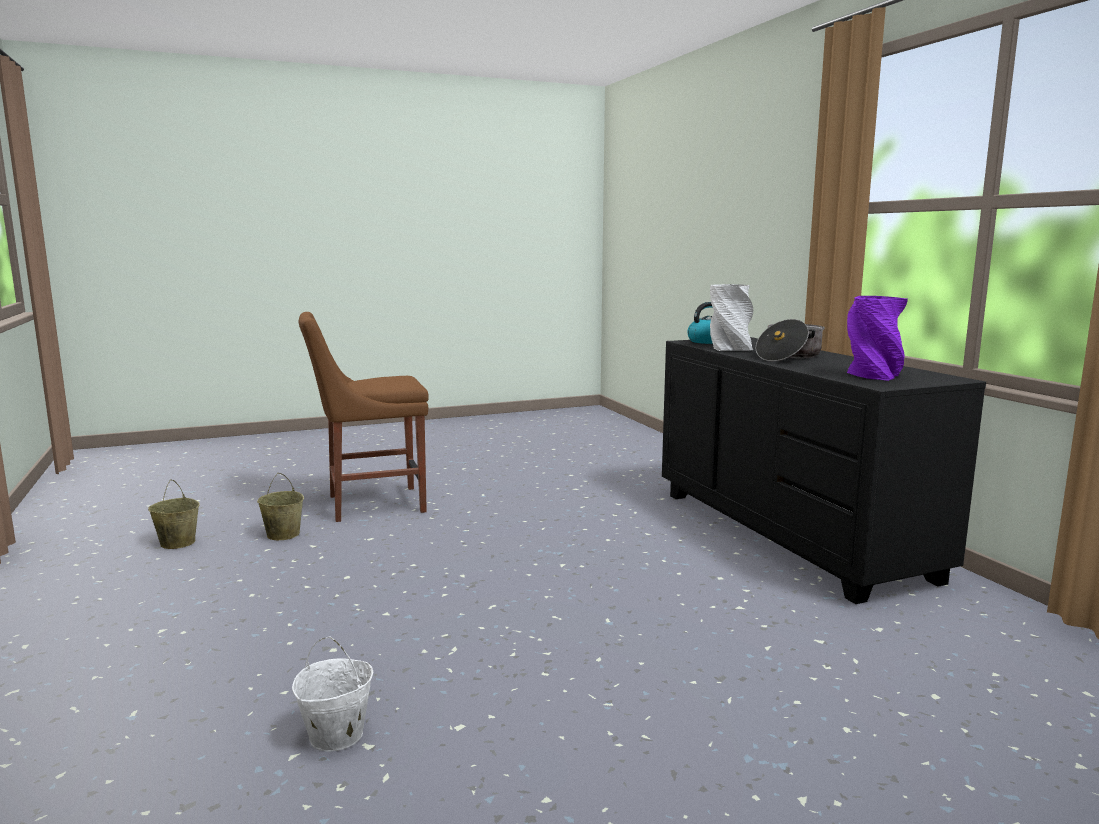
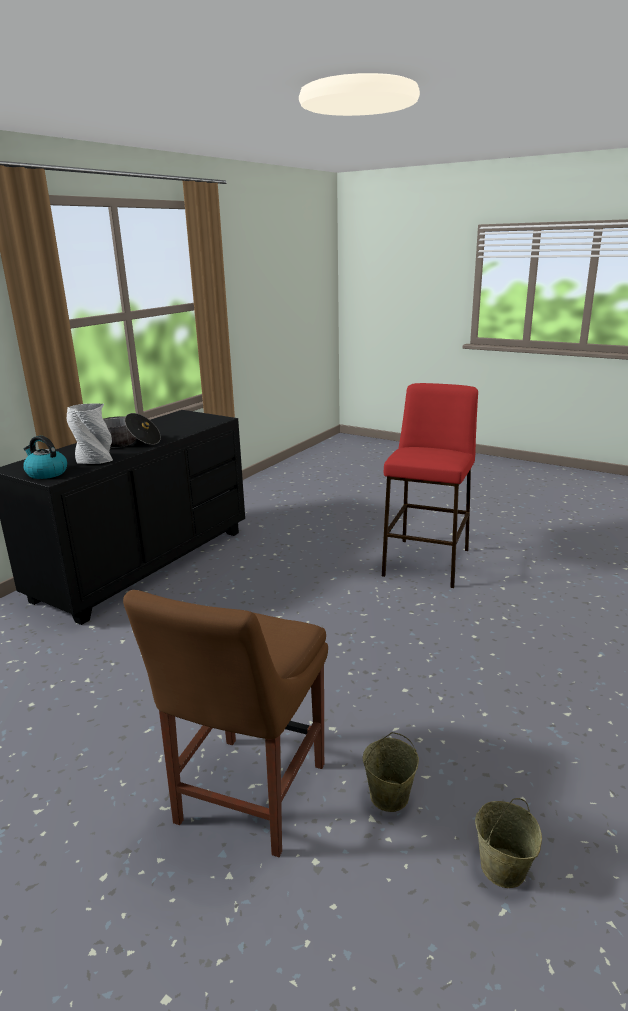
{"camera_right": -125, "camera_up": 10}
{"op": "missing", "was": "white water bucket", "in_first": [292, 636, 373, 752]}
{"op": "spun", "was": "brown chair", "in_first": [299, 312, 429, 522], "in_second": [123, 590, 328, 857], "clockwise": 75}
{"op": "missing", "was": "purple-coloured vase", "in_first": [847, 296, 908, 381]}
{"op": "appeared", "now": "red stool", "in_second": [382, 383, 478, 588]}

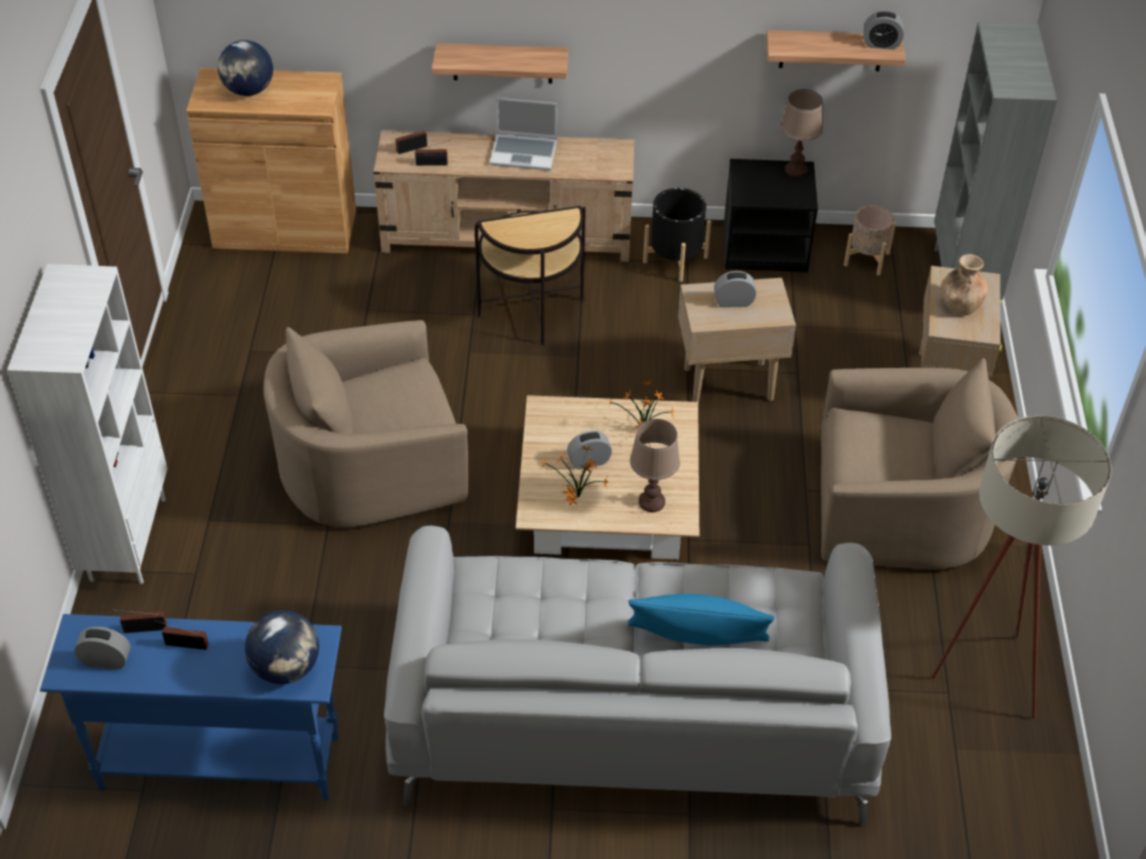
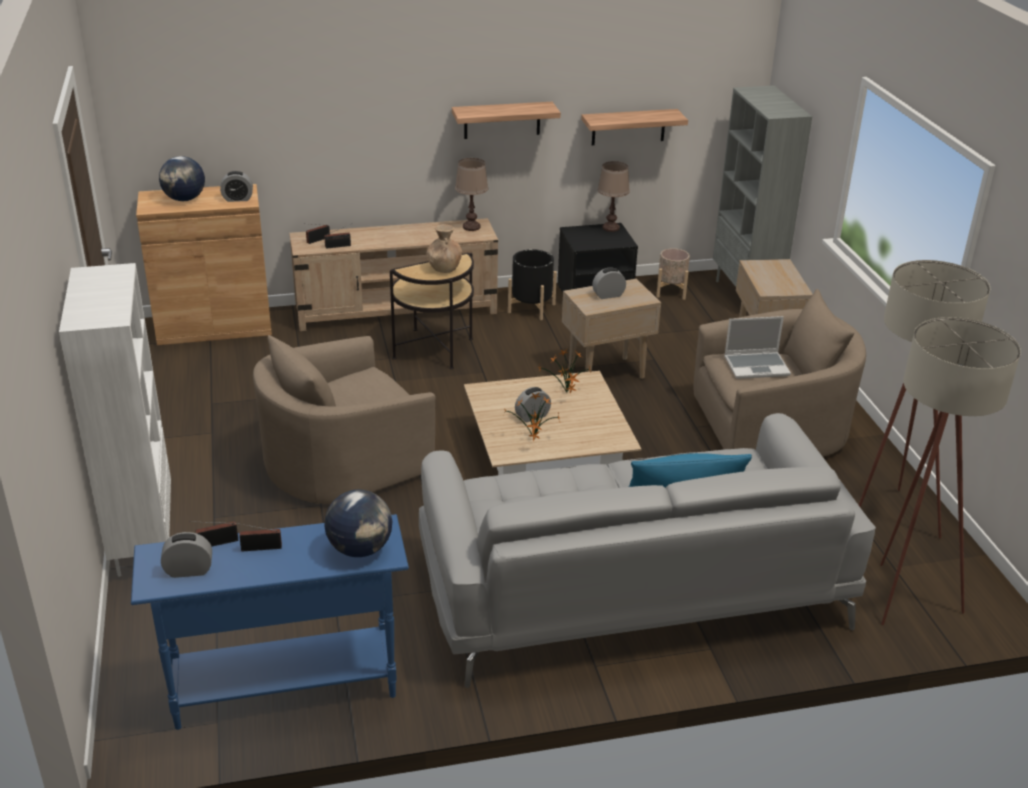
{"camera_right": -15, "camera_up": -15}
{"op": "relocated", "was": "bracket shelf", "in_first": [432, 43, 568, 84], "in_second": [452, 102, 561, 139]}
{"op": "relocated", "was": "notebook computer", "in_first": [490, 98, 557, 170], "in_second": [724, 316, 791, 379]}
{"op": "relocated", "was": "brown tabletop lamp", "in_first": [630, 419, 680, 512], "in_second": [455, 158, 488, 231]}
{"op": "relocated", "was": "table clock", "in_first": [864, 11, 904, 50], "in_second": [220, 171, 253, 202]}
{"op": "relocated", "was": "brown vase", "in_first": [941, 254, 988, 315], "in_second": [426, 224, 462, 273]}
{"op": "appeared", "now": "beige-coloured standing lamp", "in_second": [880, 317, 1021, 625]}

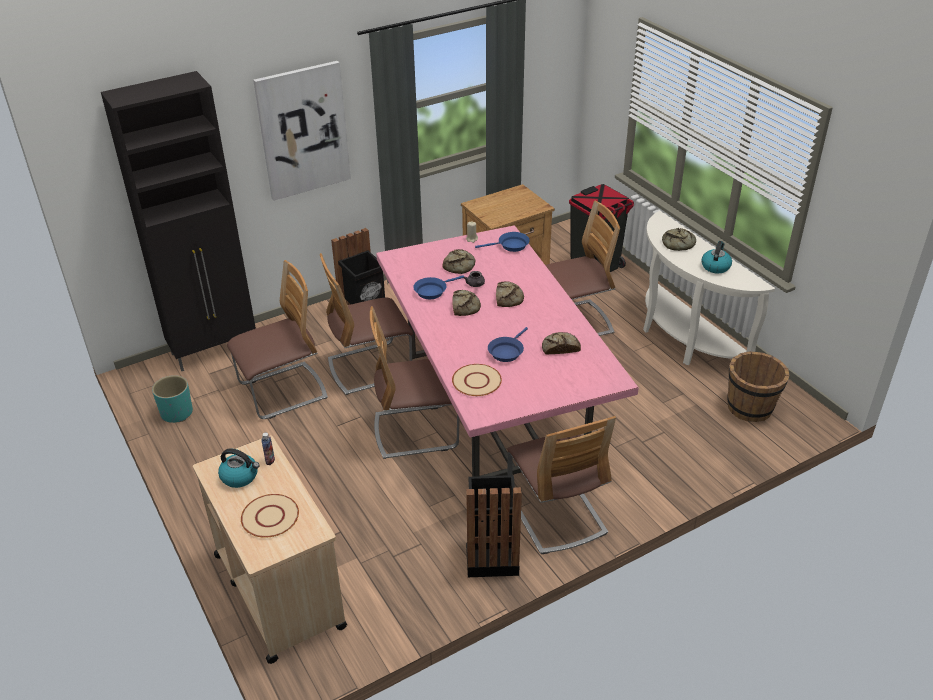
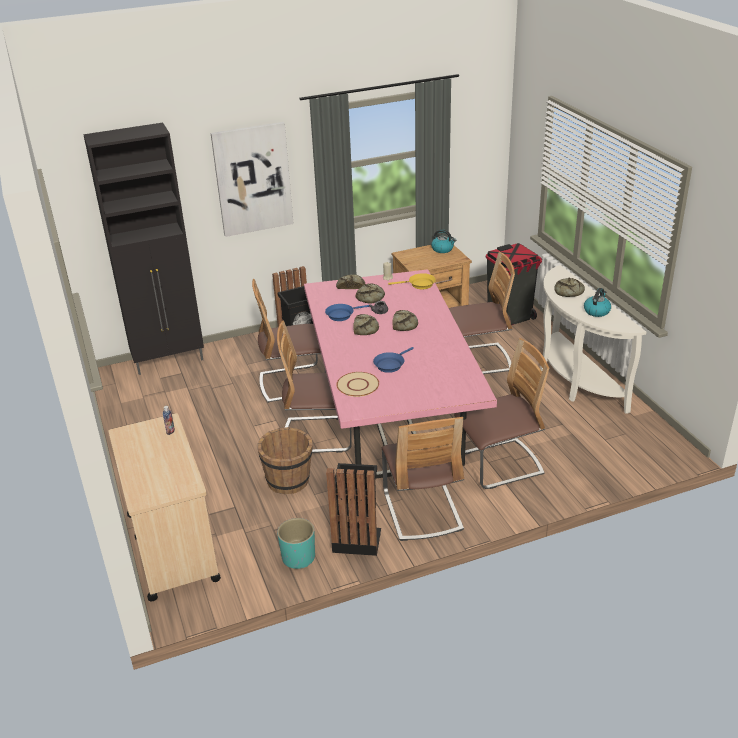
{"camera_right": 10, "camera_up": -5}
{"op": "relocated", "was": "turquoise flower pot", "in_first": [152, 375, 193, 423], "in_second": [277, 518, 315, 569]}
{"op": "relocated", "was": "tea kettle", "in_first": [218, 449, 260, 488], "in_second": [431, 229, 456, 253]}
{"op": "relocated", "was": "chair", "in_first": [227, 260, 328, 419], "in_second": [454, 338, 549, 489]}
{"op": "missing", "was": "beige-coloured plate", "in_first": [241, 494, 299, 538]}
{"op": "colour", "was": "blue-coloured pan", "now": "yellow-coloured pan", "in_first": [475, 232, 530, 252], "in_second": [388, 273, 436, 289]}
{"op": "relocated", "was": "baked bread", "in_first": [542, 332, 581, 355], "in_second": [336, 274, 365, 289]}
{"op": "relocated", "was": "brown water bucket", "in_first": [727, 351, 790, 422], "in_second": [258, 427, 313, 494]}

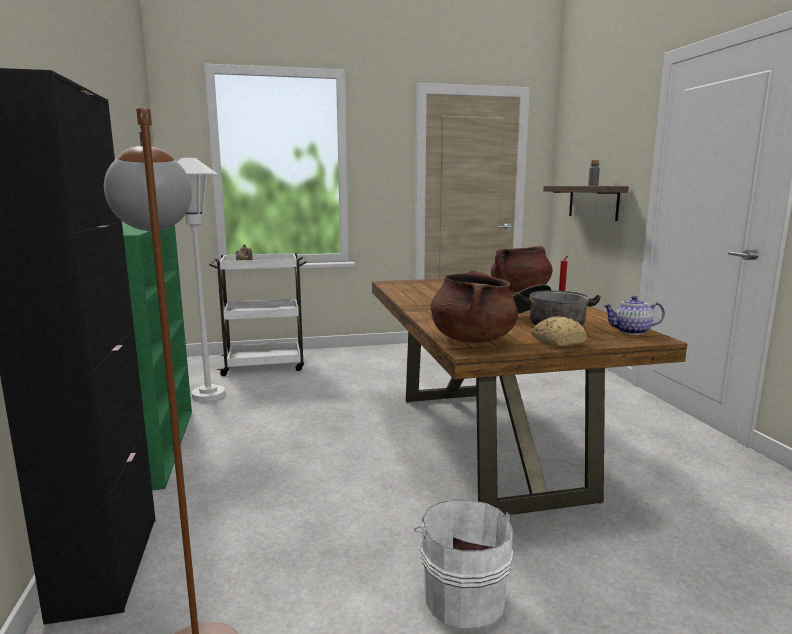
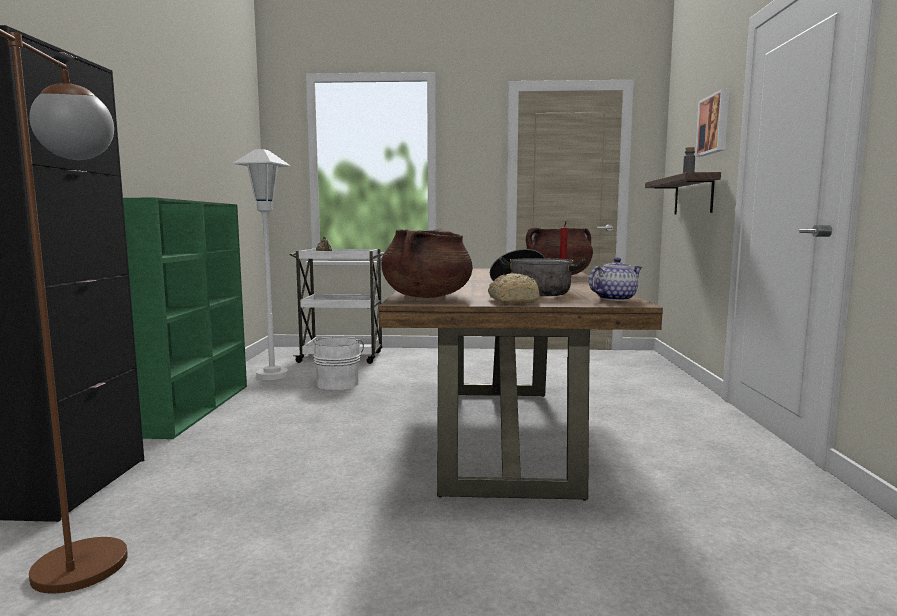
{"camera_right": 15, "camera_up": -5}
{"op": "relocated", "was": "white water bucket", "in_first": [414, 499, 513, 628], "in_second": [313, 337, 364, 390]}
{"op": "spun", "was": "pot for tea", "in_first": [603, 296, 665, 335], "in_second": [589, 257, 642, 301], "clockwise": 135}
{"op": "appeared", "now": "wall picture", "in_second": [695, 89, 729, 157]}

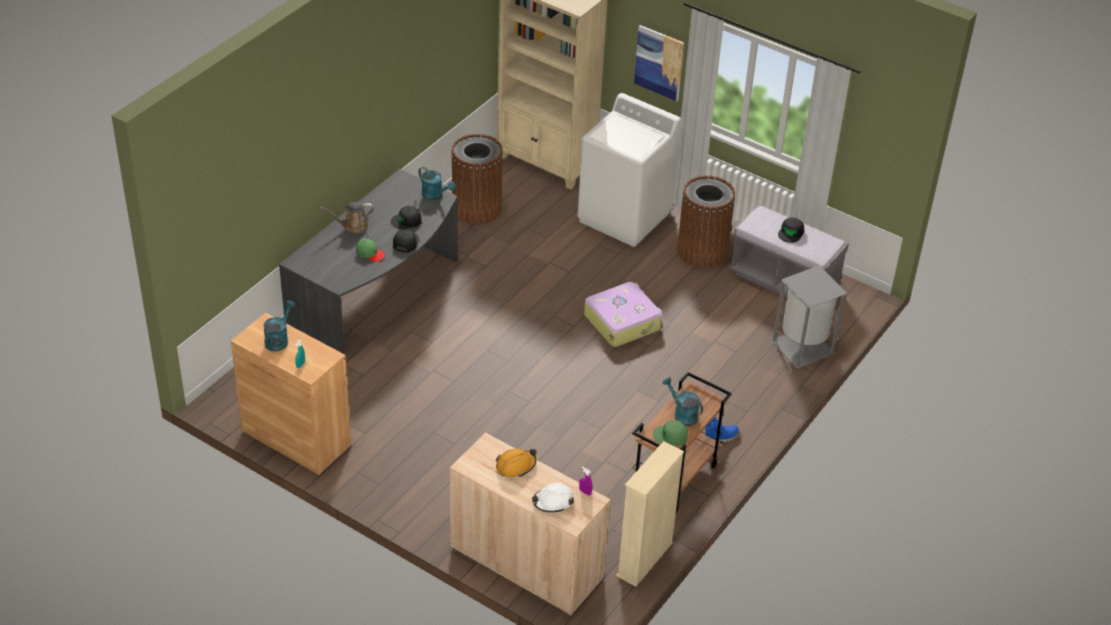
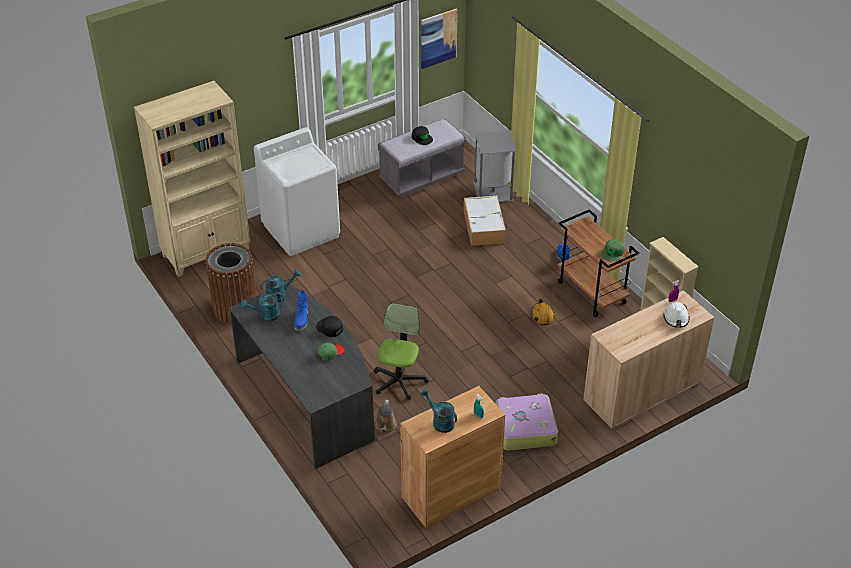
{"camera_right": -65, "camera_up": 0}
{"op": "relocated", "was": "brown watering pot", "in_first": [320, 202, 374, 234], "in_second": [375, 400, 397, 433]}
{"op": "exchanged", "was": "black peaked cap", "now": "blue-coloured boot", "in_first": [391, 206, 422, 229], "in_second": [294, 290, 308, 331]}
{"op": "relocated", "was": "orange work helmet", "in_first": [496, 449, 537, 477], "in_second": [531, 299, 554, 325]}
{"op": "relocated", "was": "suitcase", "in_first": [584, 282, 662, 347], "in_second": [496, 393, 558, 451]}
{"op": "relocated", "was": "wall picture", "in_first": [634, 25, 684, 101], "in_second": [421, 9, 458, 69]}
{"op": "relocated", "was": "turquoise watering pot", "in_first": [662, 377, 703, 426], "in_second": [241, 292, 284, 321]}
{"op": "missing", "was": "brown rubbish bin", "in_first": [677, 175, 735, 268]}
{"op": "appeared", "now": "computer chair", "in_second": [374, 303, 429, 400]}
{"op": "appeared", "now": "storage container", "in_second": [464, 196, 506, 246]}

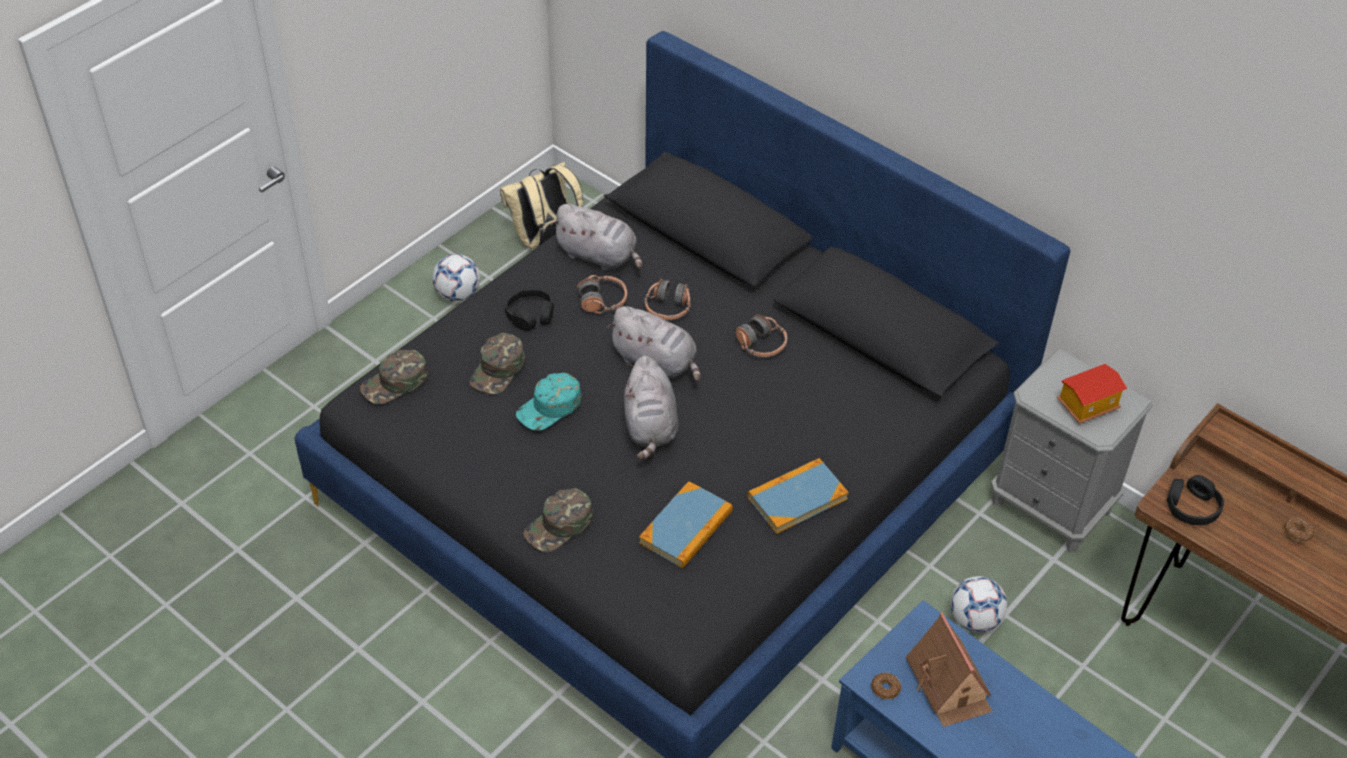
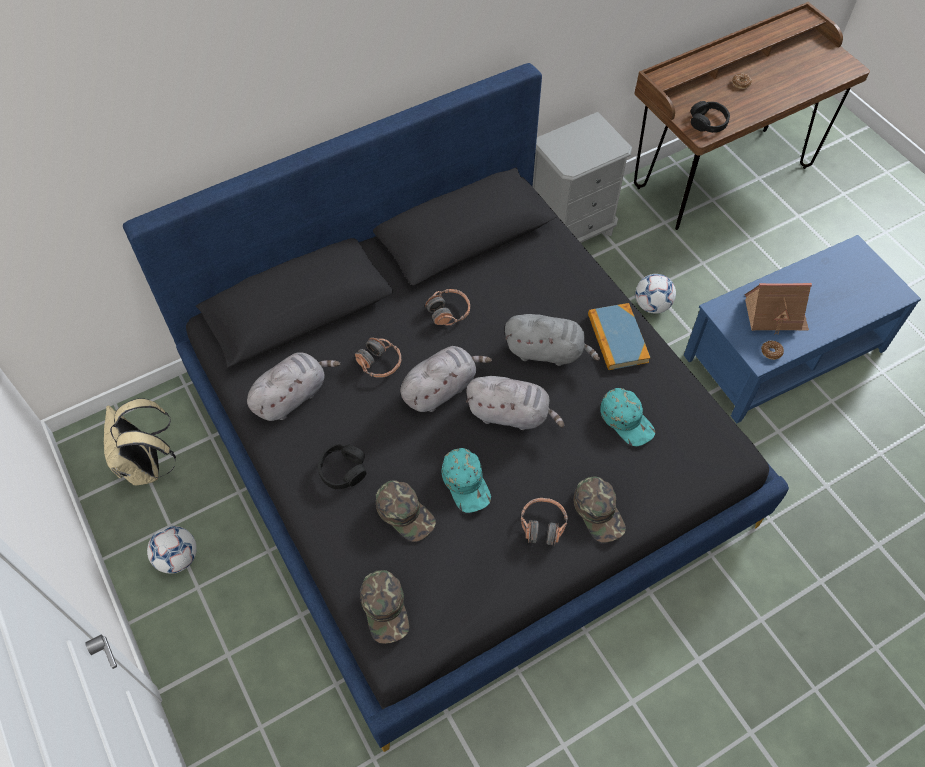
{"camera_right": -70, "camera_up": 10}
{"op": "relocated", "was": "headphones", "in_first": [577, 275, 627, 314], "in_second": [521, 498, 568, 546]}
{"op": "exchanged", "was": "bound book", "now": "turquoise peaked cap", "in_first": [639, 481, 733, 569], "in_second": [600, 388, 655, 446]}
{"op": "missing", "was": "miniature house", "in_first": [1057, 364, 1128, 424]}
{"op": "appeared", "now": "gray soft toy", "in_second": [505, 314, 600, 366]}

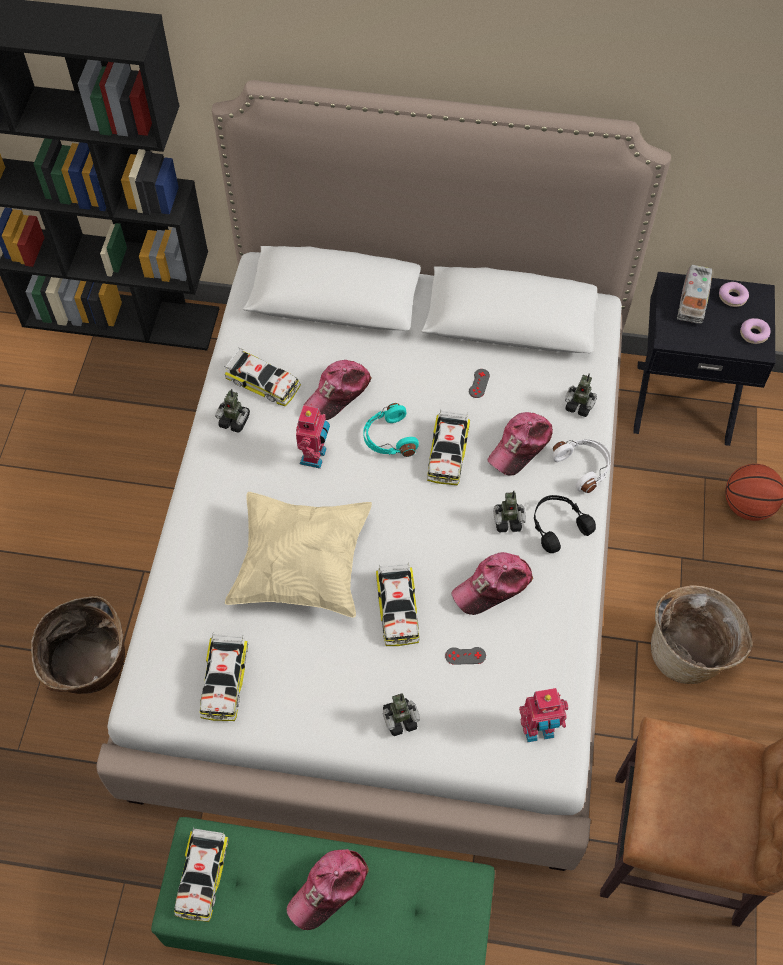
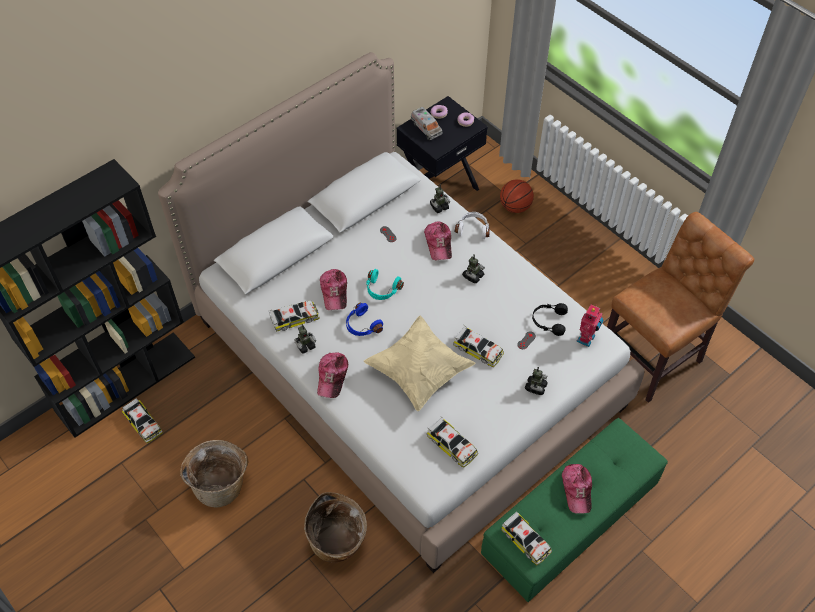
{"camera_right": -50, "camera_up": -5}
{"op": "exchanged", "was": "toy robot", "now": "blue-coloured headphones", "in_first": [296, 404, 330, 469], "in_second": [346, 303, 383, 336]}
{"op": "relocated", "was": "miniature car", "in_first": [427, 409, 470, 485], "in_second": [122, 398, 163, 443]}
{"op": "relocated", "was": "peaked cap", "in_first": [452, 552, 533, 615], "in_second": [317, 352, 348, 398]}
{"op": "relocated", "was": "black headphones", "in_first": [534, 495, 596, 553], "in_second": [532, 303, 568, 336]}
{"op": "relocated", "was": "storage basket", "in_first": [651, 585, 753, 684], "in_second": [180, 440, 248, 508]}

